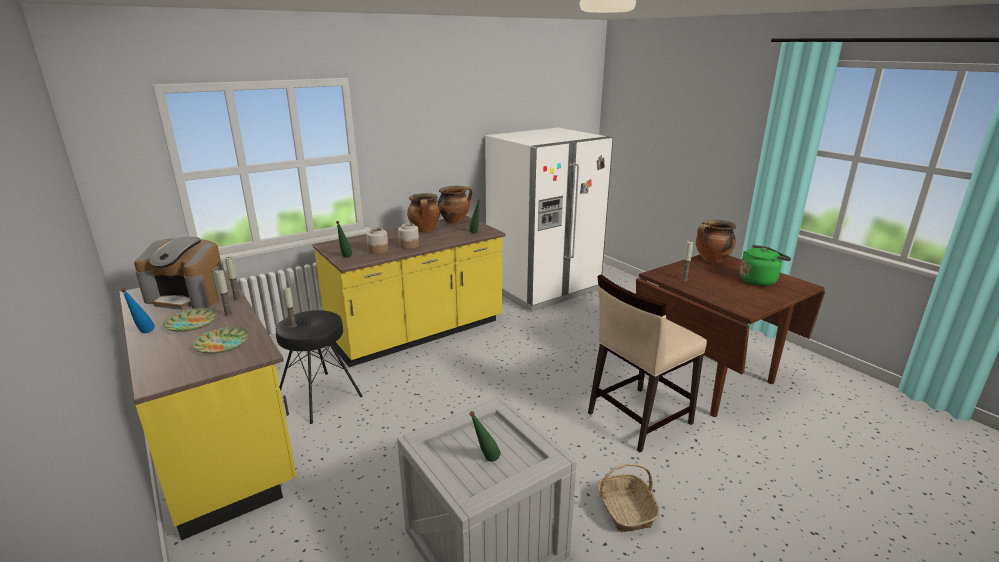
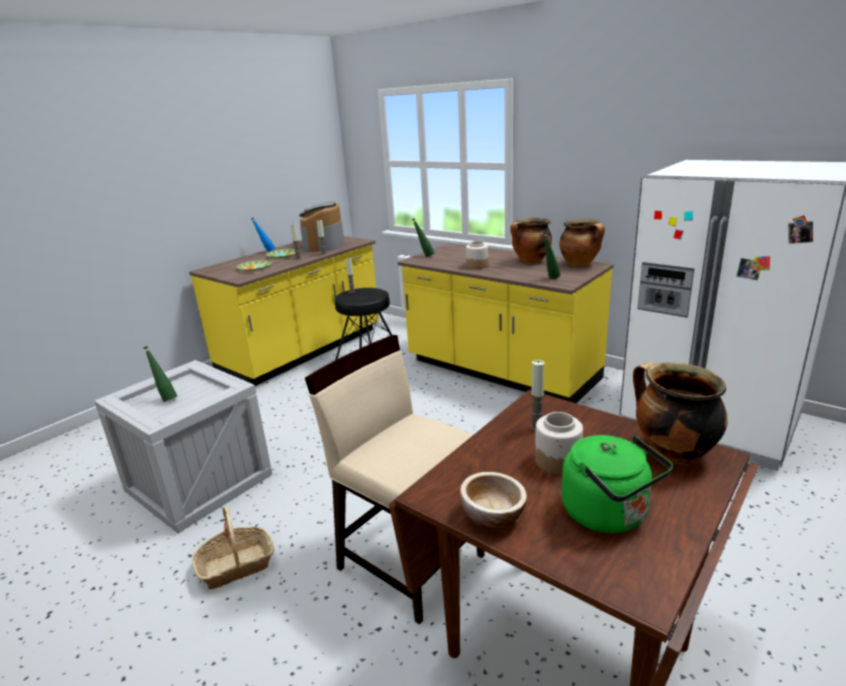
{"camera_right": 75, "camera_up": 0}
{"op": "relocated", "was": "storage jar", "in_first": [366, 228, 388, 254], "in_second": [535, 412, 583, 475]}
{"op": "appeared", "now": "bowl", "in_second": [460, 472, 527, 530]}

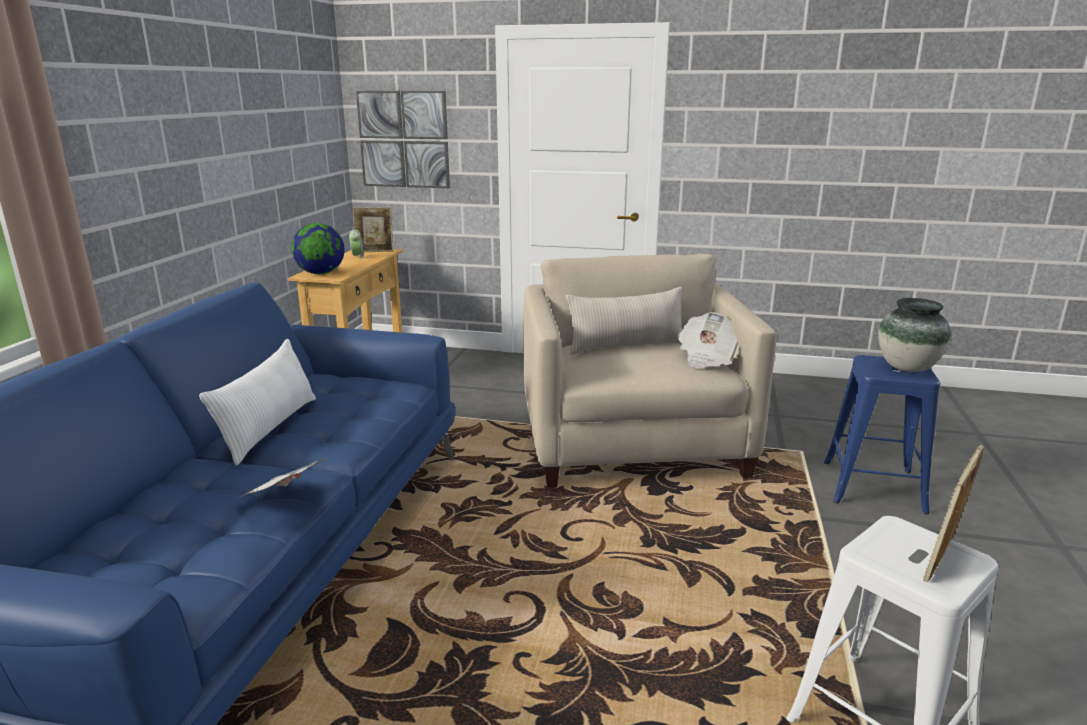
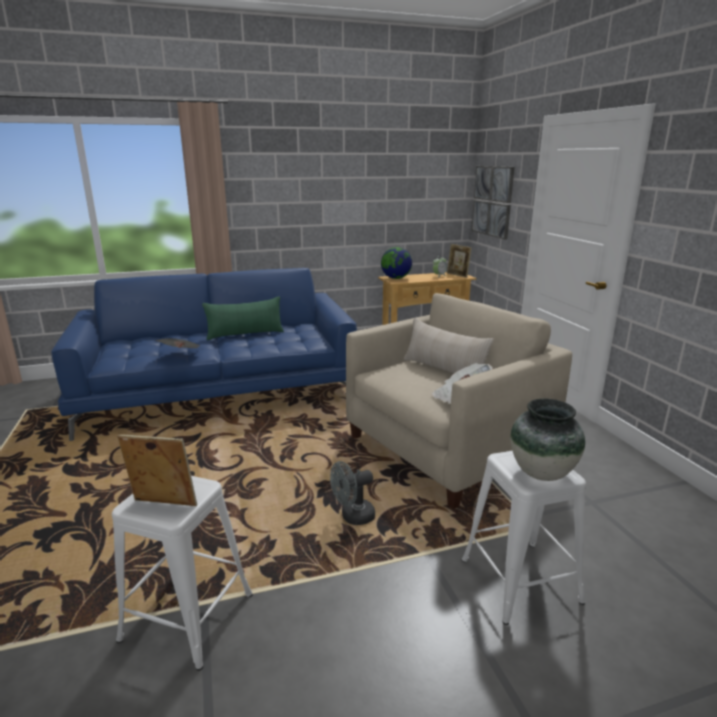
{"camera_right": 60, "camera_up": 0}
{"op": "colour", "was": "white pillow", "now": "greenish pillow", "in_first": [199, 339, 316, 466], "in_second": [202, 296, 284, 340]}
{"op": "colour", "was": "blue-coloured stool", "now": "white stool", "in_first": [824, 355, 940, 515], "in_second": [461, 451, 586, 625]}
{"op": "appeared", "now": "gray fan", "in_second": [330, 461, 375, 525]}

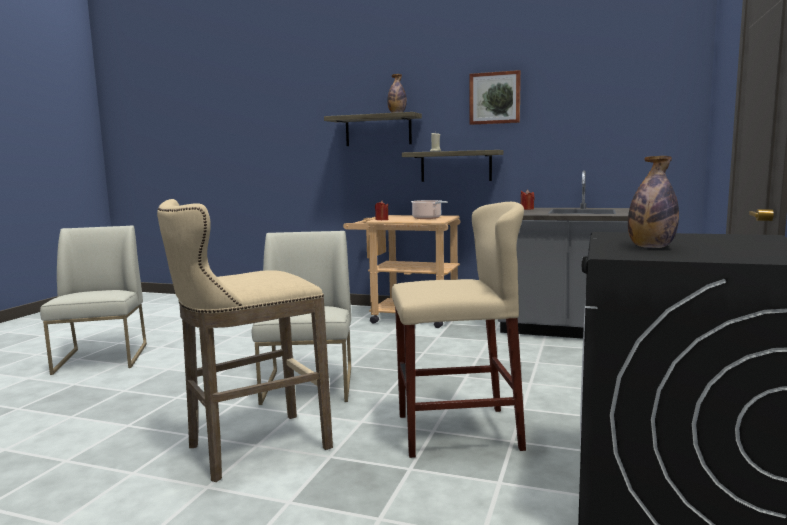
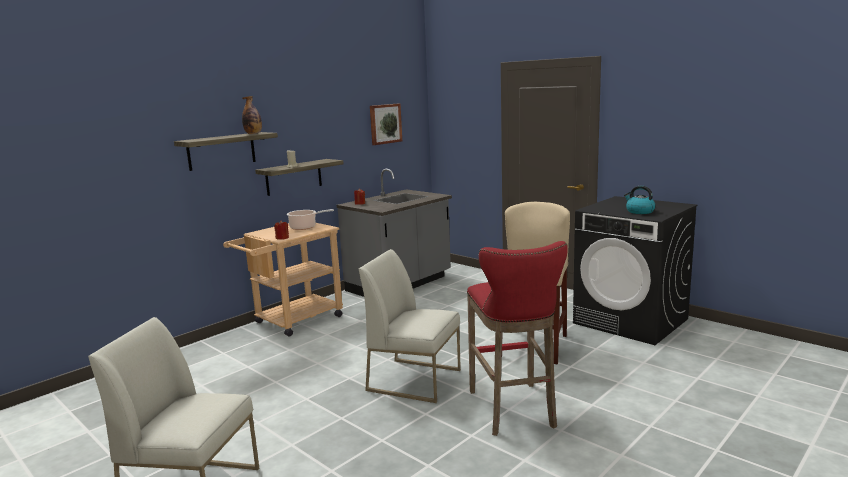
{"camera_right": -65, "camera_up": 5}
{"op": "colour", "was": "beige-coloured stool", "now": "red stool", "in_first": [157, 199, 333, 482], "in_second": [467, 241, 568, 436]}
{"op": "relocated", "was": "wall picture", "in_first": [470, 70, 521, 125], "in_second": [370, 103, 402, 145]}
{"op": "exchanged", "was": "beverage bottle", "now": "tea kettle", "in_first": [628, 156, 679, 248], "in_second": [624, 186, 656, 214]}

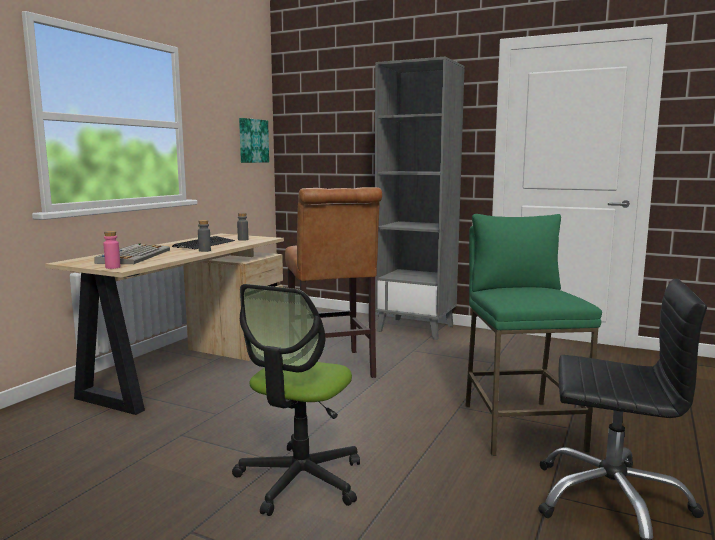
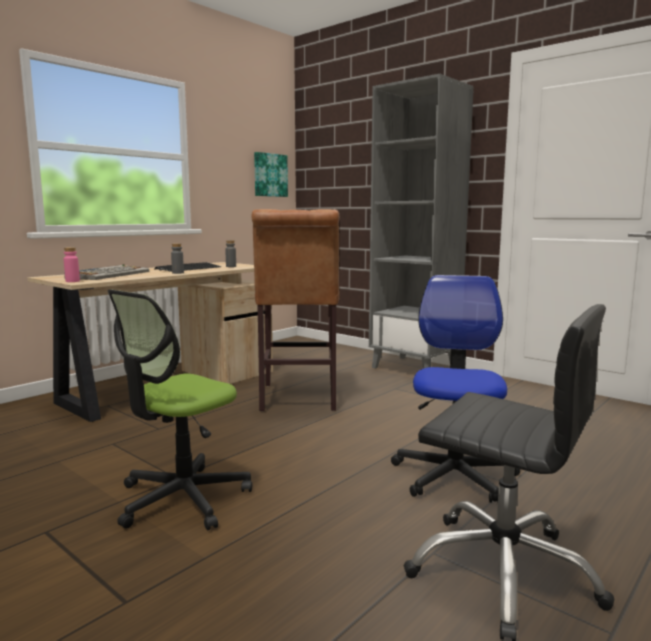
{"camera_right": 15, "camera_up": 0}
{"op": "exchanged", "was": "greenish stool", "now": "computer chair", "in_first": [465, 214, 602, 456], "in_second": [391, 275, 520, 503]}

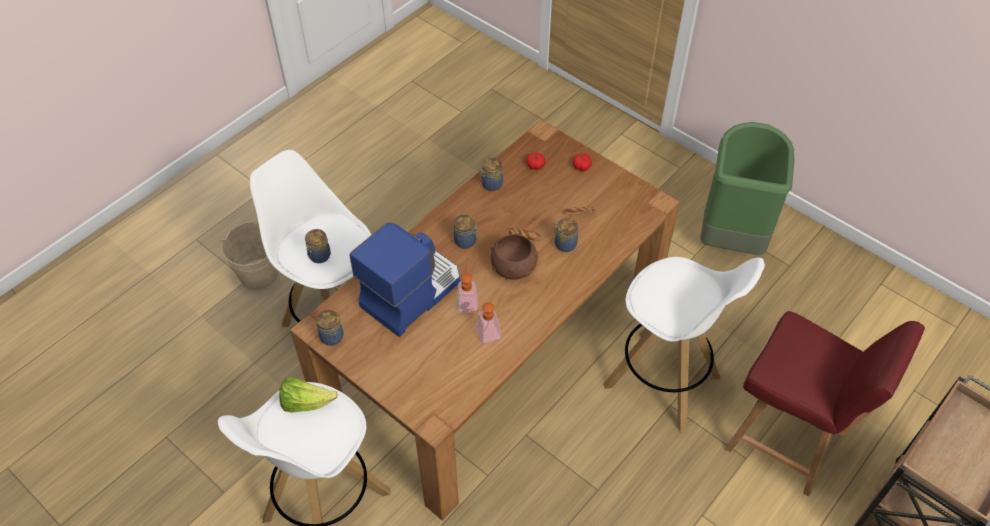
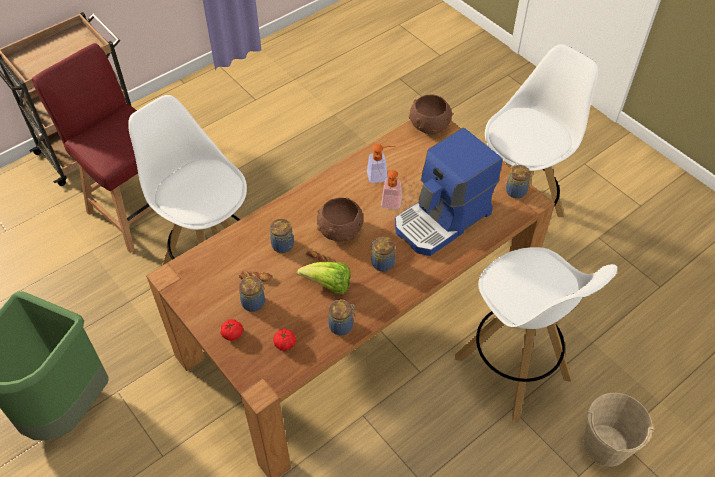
{"camera_right": -170, "camera_up": 0}
{"op": "relocated", "was": "lettuce head", "in_first": [279, 377, 338, 413], "in_second": [297, 262, 351, 294]}
{"op": "relocated", "was": "storage jar", "in_first": [305, 229, 331, 263], "in_second": [239, 276, 265, 312]}
{"op": "appeared", "now": "brown bowl", "in_second": [409, 94, 453, 134]}

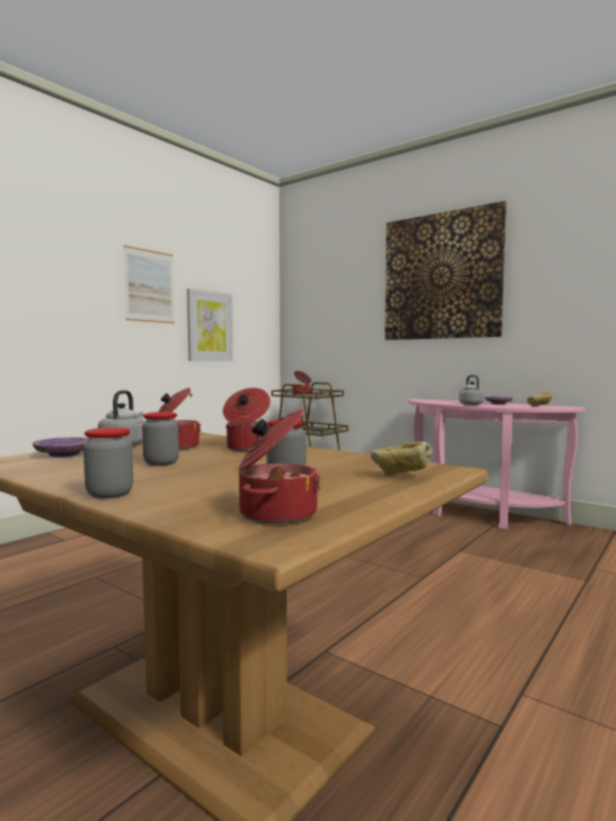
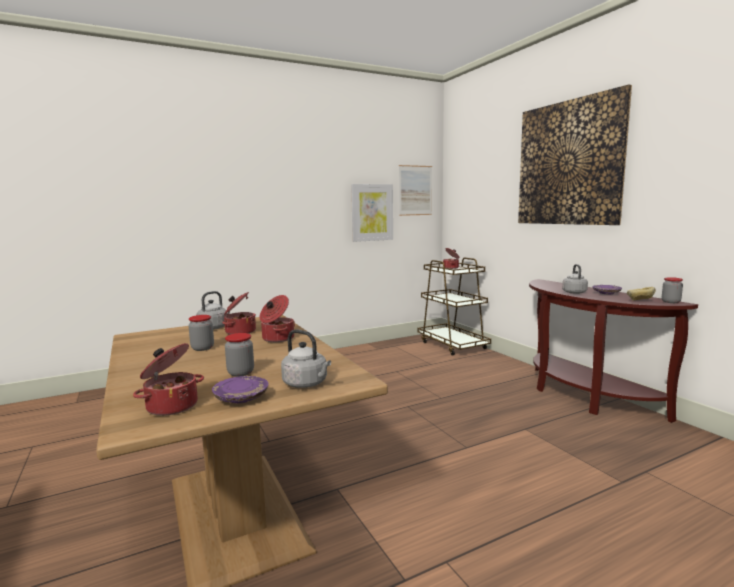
{"camera_right": 25, "camera_up": 5}
{"op": "relocated", "was": "purple-coloured plate", "in_first": [33, 437, 88, 457], "in_second": [212, 376, 269, 403]}
{"op": "relocated", "was": "storage jar", "in_first": [83, 427, 133, 499], "in_second": [662, 277, 683, 303]}
{"op": "relocated", "was": "wall picture", "in_first": [124, 245, 175, 323], "in_second": [399, 165, 432, 216]}
{"op": "exchanged", "was": "baked bread", "now": "gray tea kettle", "in_first": [371, 441, 432, 475], "in_second": [281, 330, 331, 388]}
{"op": "colour", "was": "pink console table", "now": "brown console table", "in_first": [409, 399, 586, 529], "in_second": [529, 279, 698, 423]}

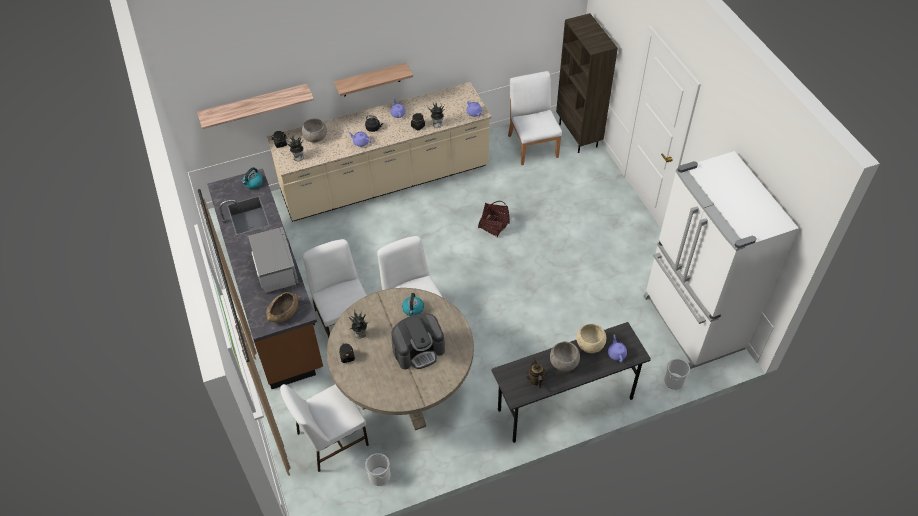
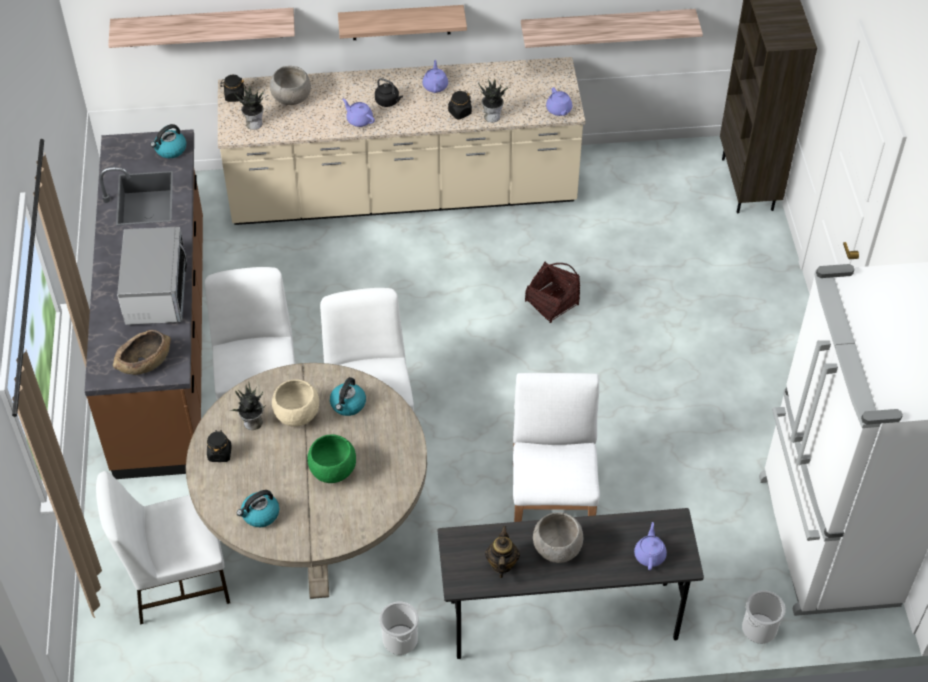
{"camera_right": 15, "camera_up": 0}
{"op": "relocated", "was": "water bucket", "in_first": [365, 453, 390, 486], "in_second": [379, 602, 419, 655]}
{"op": "exchanged", "was": "coffee maker", "now": "greenish bowl", "in_first": [391, 313, 445, 370], "in_second": [307, 434, 356, 483]}
{"op": "relocated", "was": "white chair", "in_first": [508, 71, 562, 165], "in_second": [513, 373, 600, 522]}
{"op": "relocated", "was": "beige-coloured bowl", "in_first": [576, 324, 606, 353], "in_second": [272, 379, 319, 427]}
{"op": "appeared", "now": "tea kettle", "in_second": [237, 490, 279, 527]}
{"op": "appeared", "now": "bracket shelf", "in_second": [521, 9, 703, 48]}

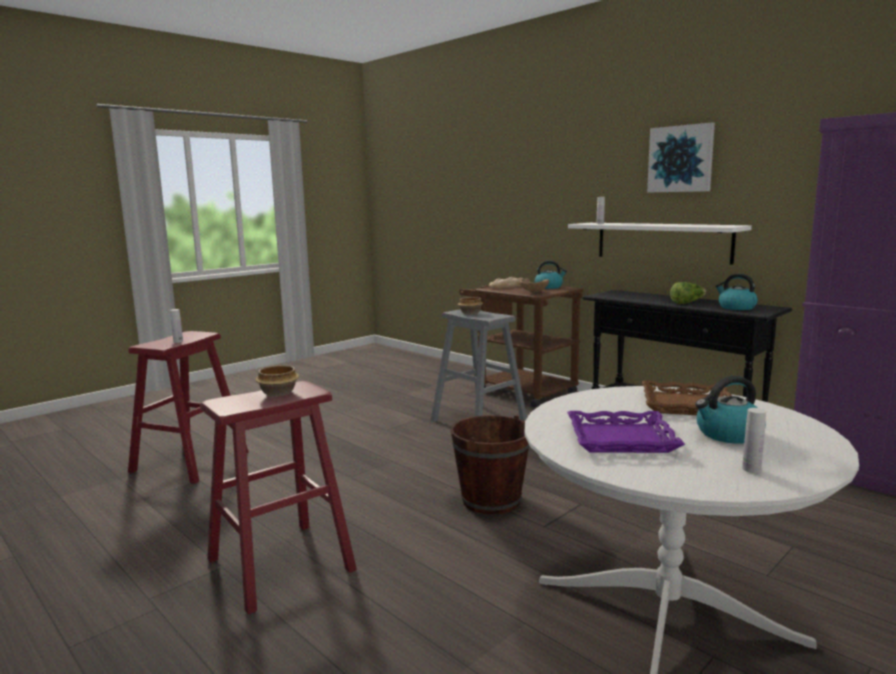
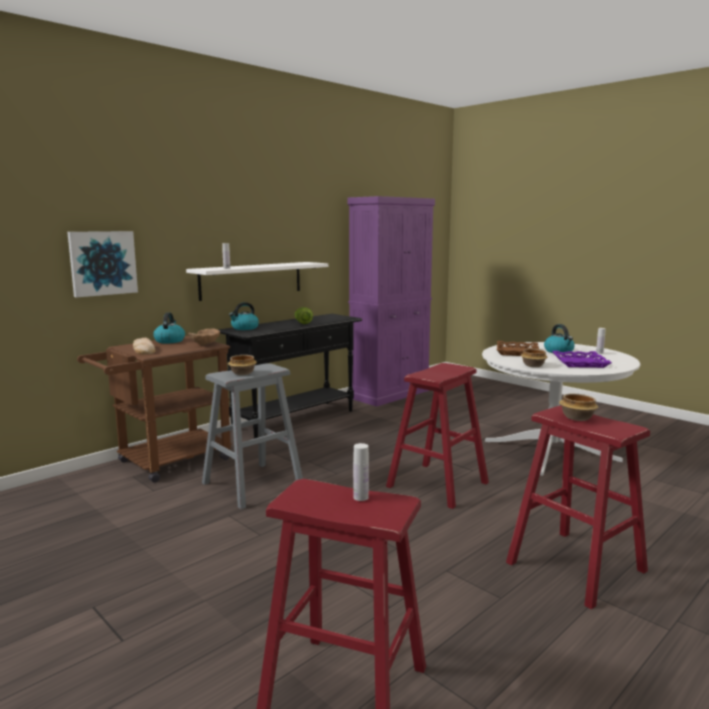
{"camera_right": -90, "camera_up": 0}
{"op": "exchanged", "was": "brown water bucket", "now": "red stool", "in_first": [450, 415, 530, 514], "in_second": [386, 363, 489, 509]}
{"op": "relocated", "was": "wall picture", "in_first": [647, 123, 715, 193], "in_second": [67, 231, 138, 298]}
{"op": "relocated", "was": "tea kettle", "in_first": [715, 274, 758, 310], "in_second": [229, 302, 259, 330]}
{"op": "appeared", "now": "bowl", "in_second": [521, 349, 548, 367]}

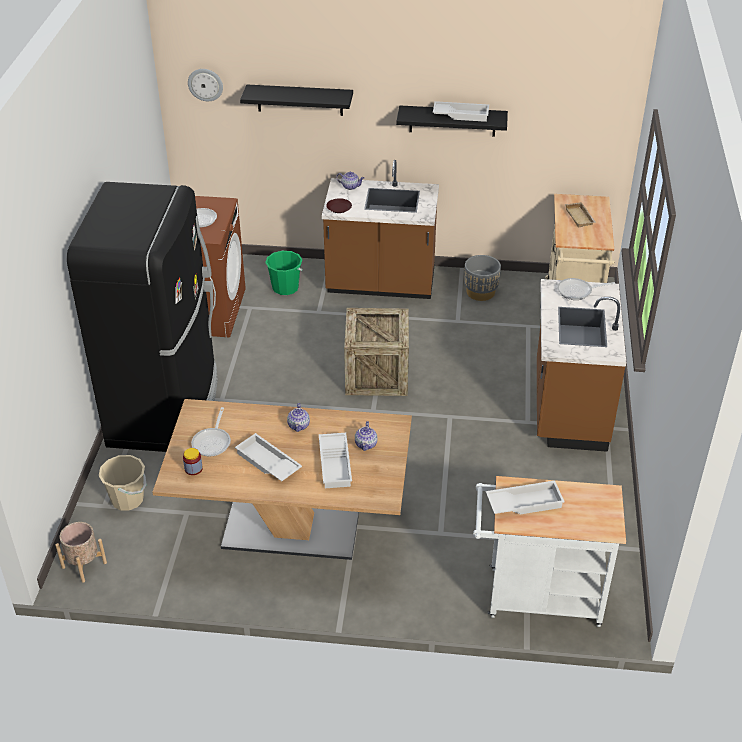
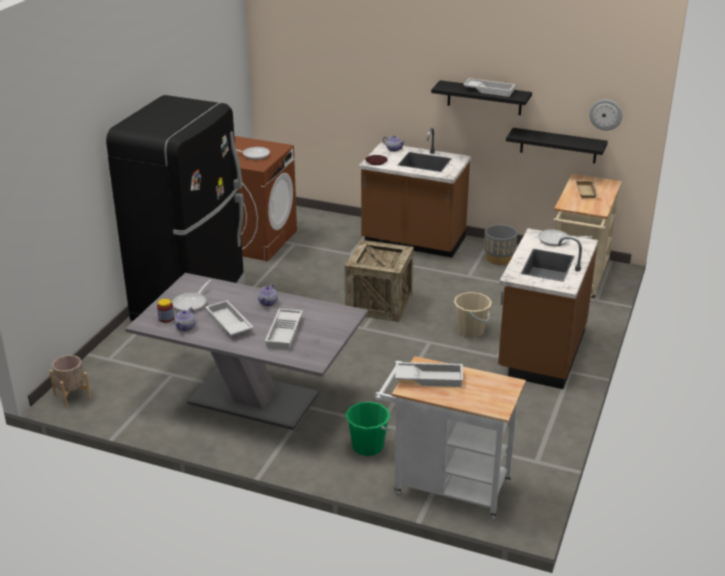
{"camera_right": 15, "camera_up": -10}
{"op": "relocated", "was": "beige-coloured water bucket", "in_first": [98, 455, 147, 511], "in_second": [454, 292, 492, 337]}
{"op": "colour", "was": "brown kitchen table", "now": "gray kitchen table", "in_first": [152, 399, 412, 560], "in_second": [125, 273, 368, 430]}
{"op": "relocated", "was": "wall clock", "in_first": [188, 69, 223, 101], "in_second": [589, 99, 622, 131]}
{"op": "relocated", "was": "black bracket shelf", "in_first": [240, 84, 353, 116], "in_second": [506, 128, 608, 163]}
{"op": "relocated", "was": "greenish water bucket", "in_first": [265, 251, 303, 295], "in_second": [346, 402, 390, 456]}
{"op": "relocated", "was": "pot for tea", "in_first": [355, 421, 377, 451], "in_second": [175, 307, 196, 331]}

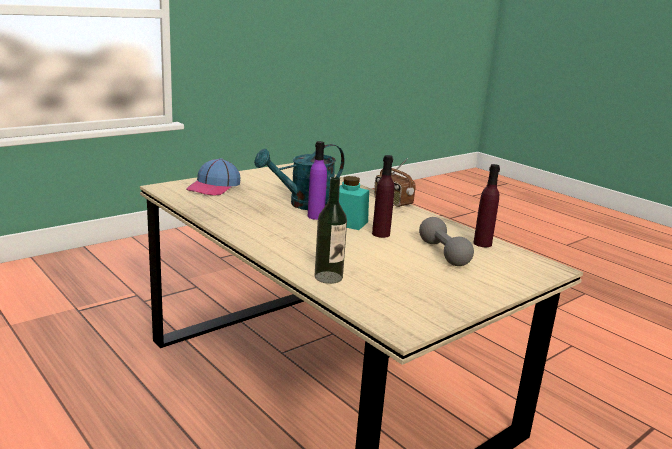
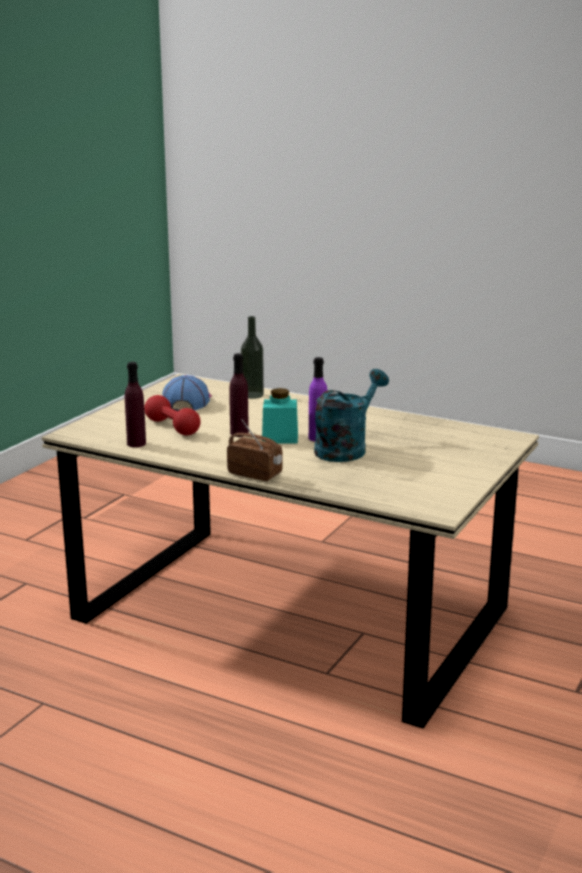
{"camera_right": 160, "camera_up": 0}
{"op": "relocated", "was": "peaked cap", "in_first": [186, 158, 241, 196], "in_second": [162, 375, 211, 411]}
{"op": "colour", "was": "gray hand weight", "now": "red hand weight", "in_first": [419, 217, 474, 266], "in_second": [144, 395, 201, 436]}

